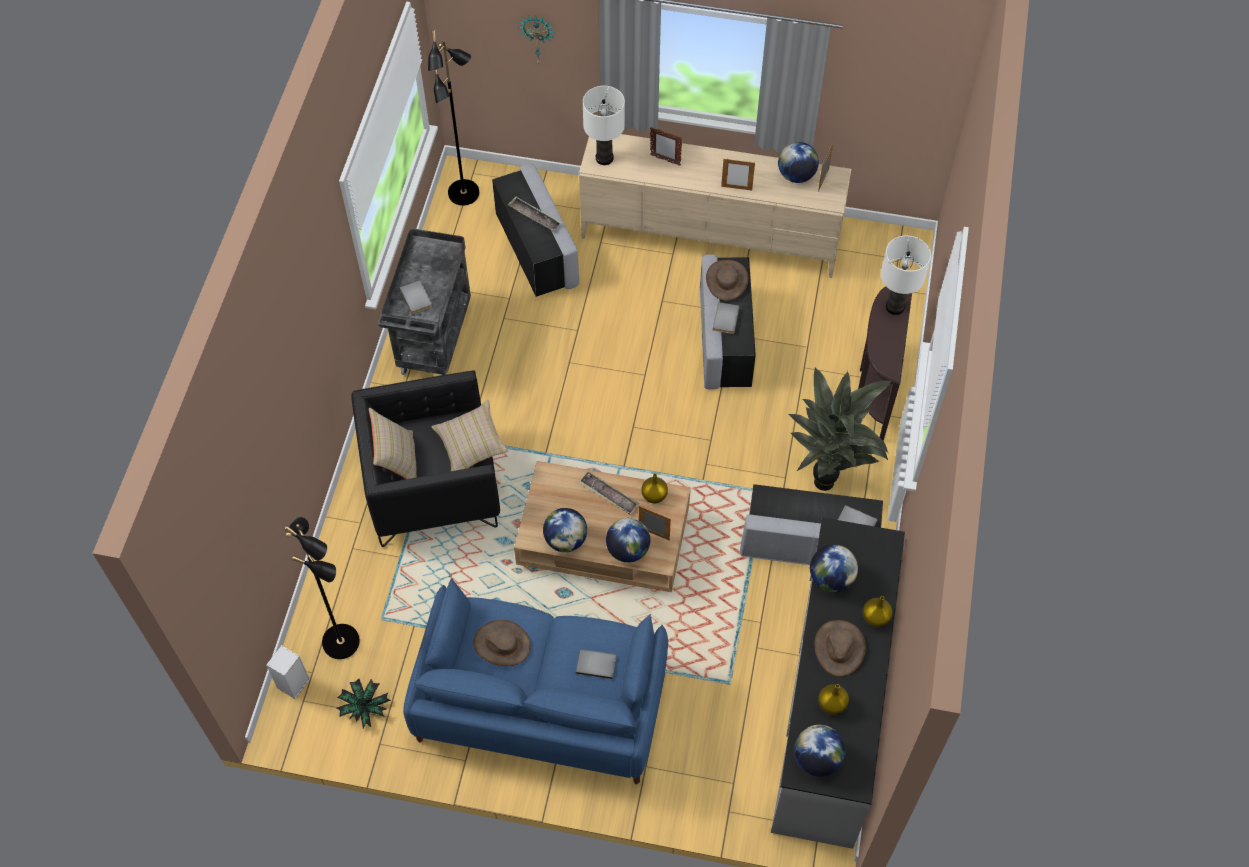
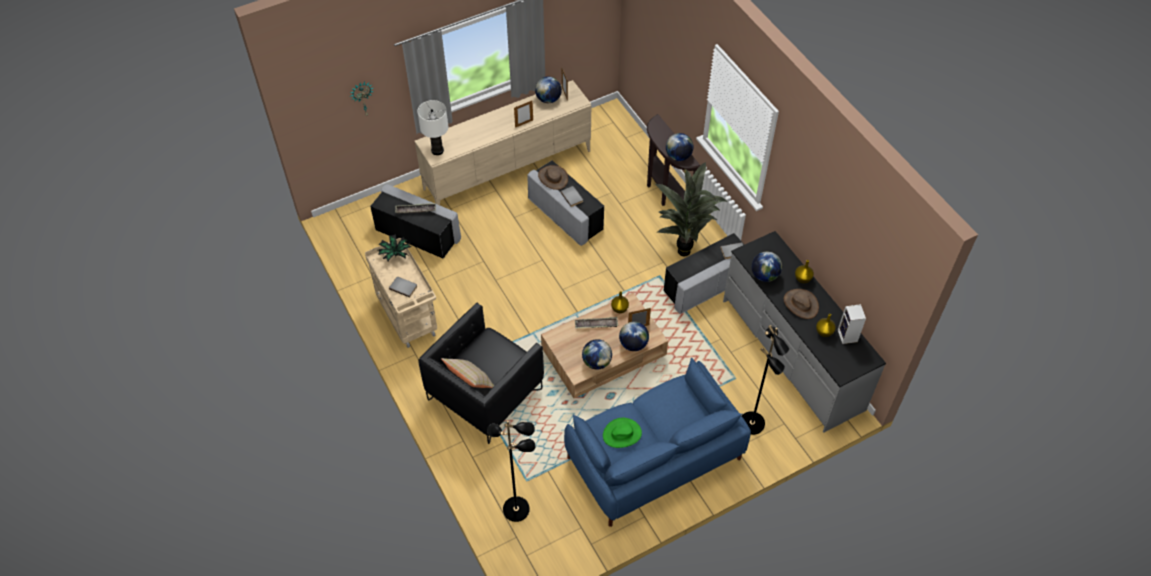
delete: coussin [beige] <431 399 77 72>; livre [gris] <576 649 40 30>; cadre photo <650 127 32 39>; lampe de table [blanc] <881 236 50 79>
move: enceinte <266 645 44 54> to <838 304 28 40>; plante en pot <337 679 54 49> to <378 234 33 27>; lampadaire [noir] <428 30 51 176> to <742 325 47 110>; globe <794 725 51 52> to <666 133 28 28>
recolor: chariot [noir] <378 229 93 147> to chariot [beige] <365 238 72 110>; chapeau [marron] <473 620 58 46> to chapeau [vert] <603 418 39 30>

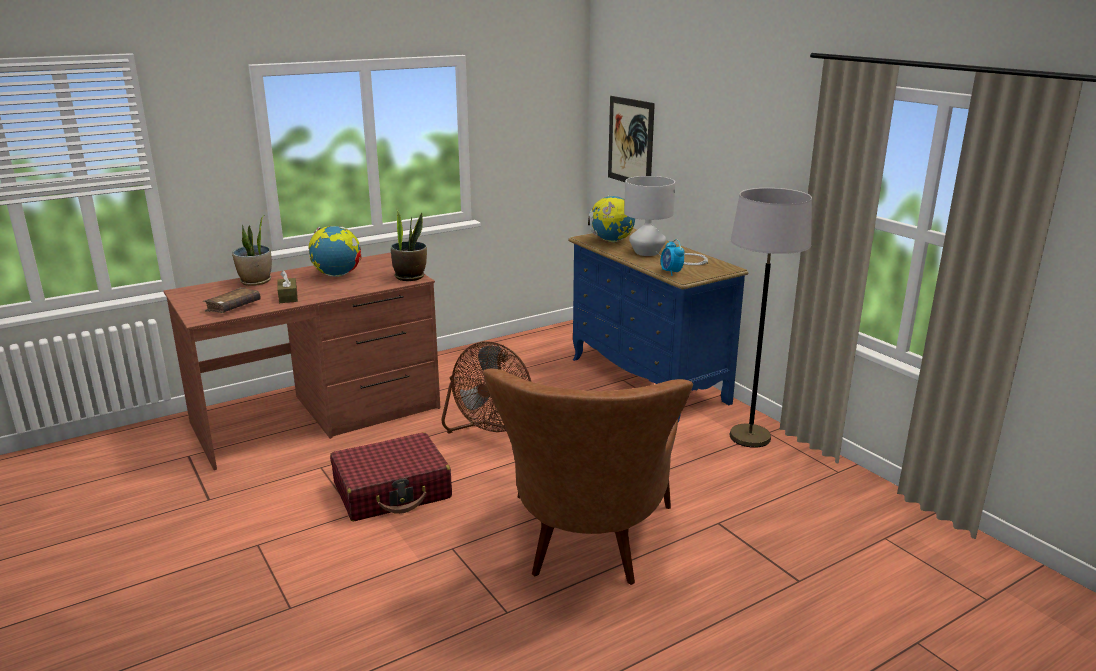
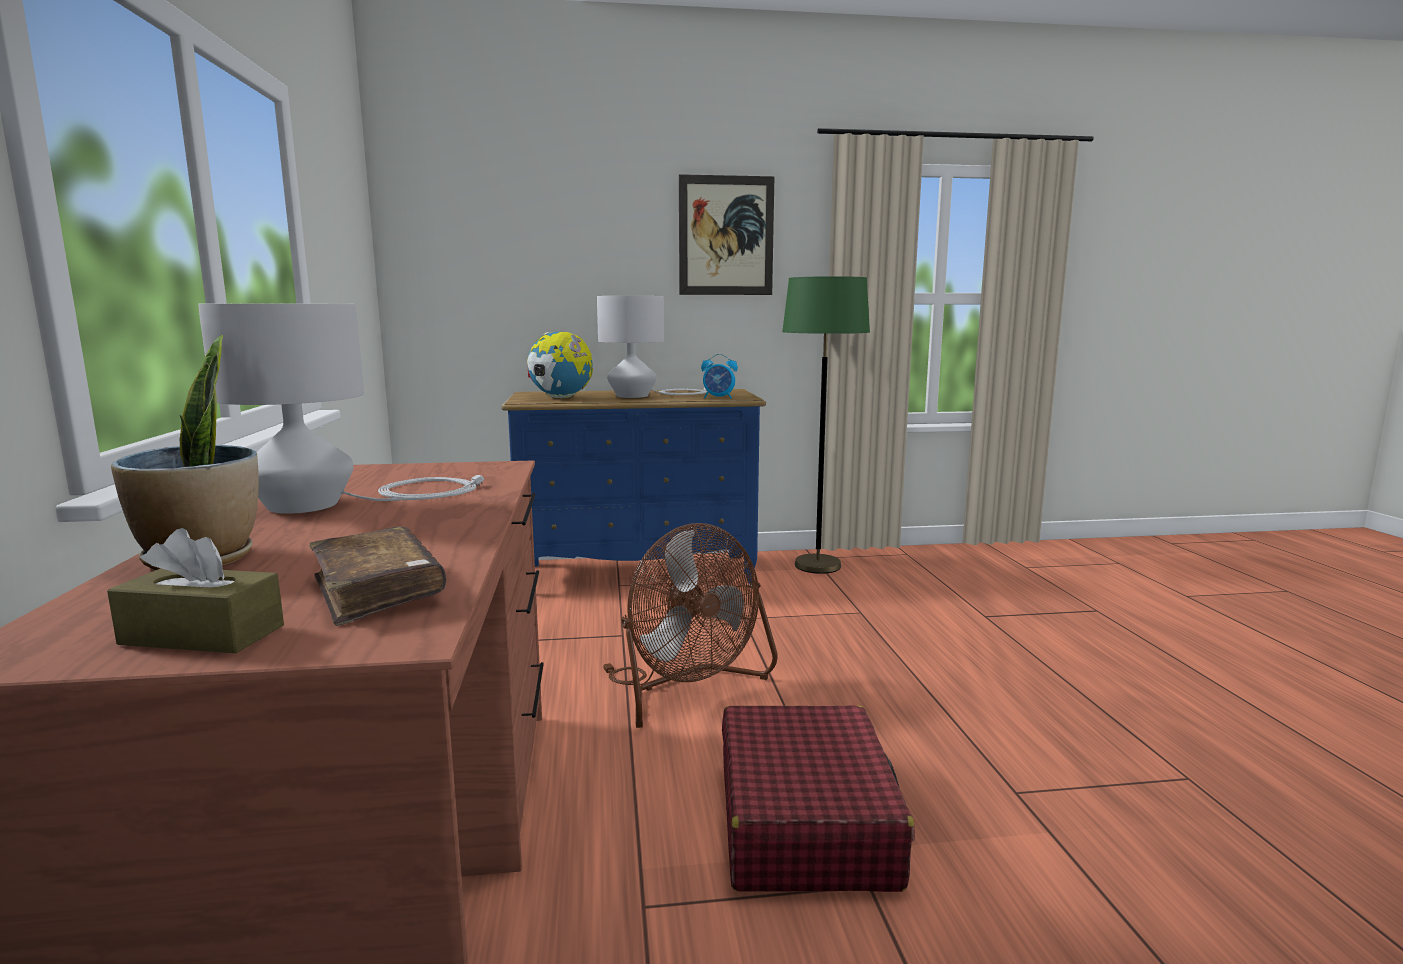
delete: plante en pot <391 210 36 71>; fauteuil [marron] <483 369 210 216>
move: boîte à mouchoirs [marron] <277 270 21 33> to <107 528 177 125>; tableau <608 96 47 86> to <679 174 96 121>
replace: globe <309 226 52 51> to lampe de table [blanc] <198 303 286 211>
recolor: lampadaire [gris] <729 188 83 260> to lampadaire [vert] <782 276 88 298>

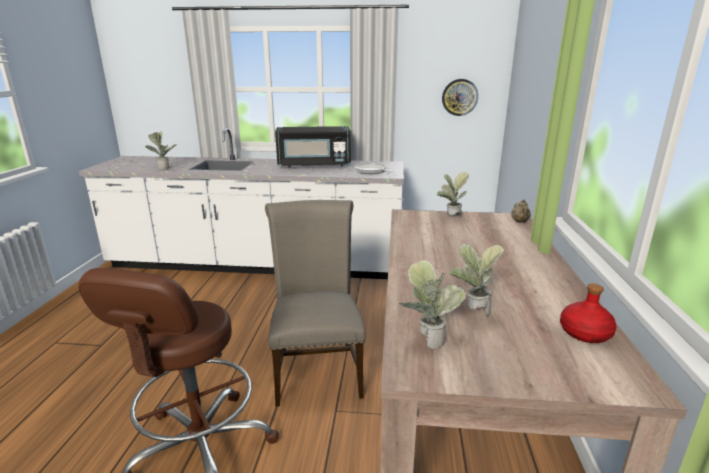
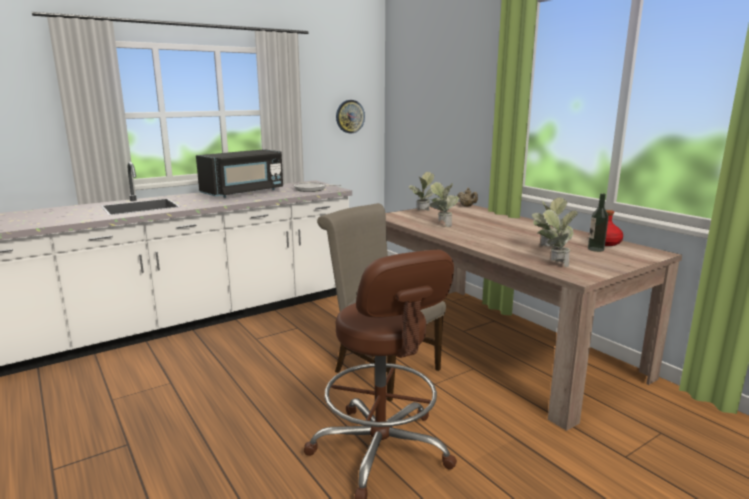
insert: bouteille <588 193 21 59>
move: plante en pot <145 131 31 39> to <430 182 29 45>

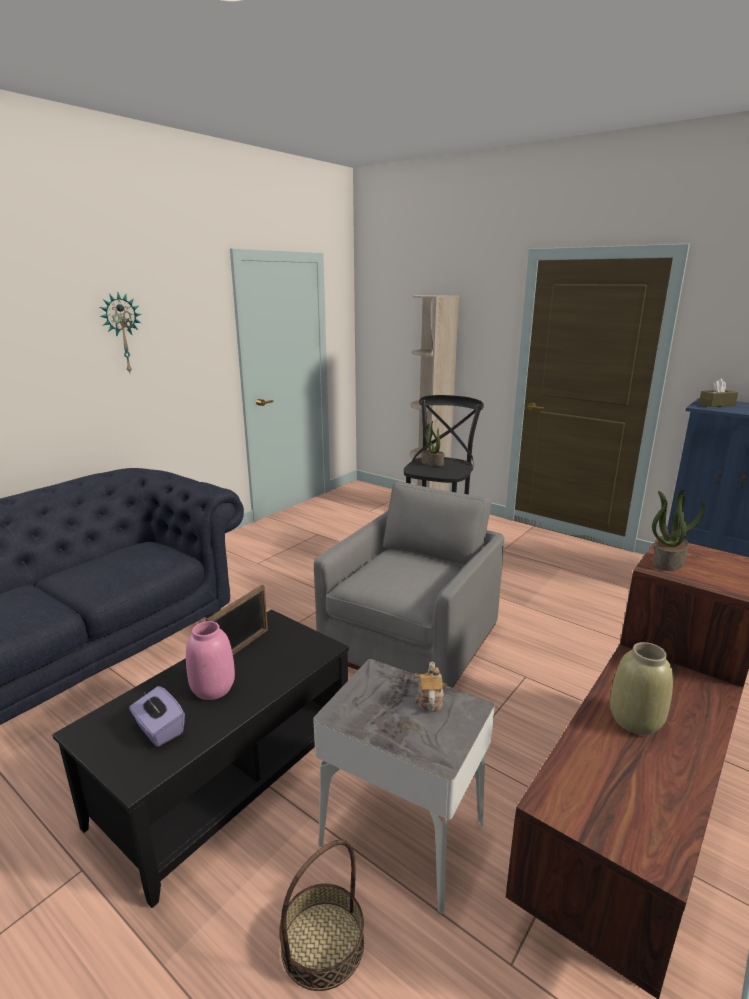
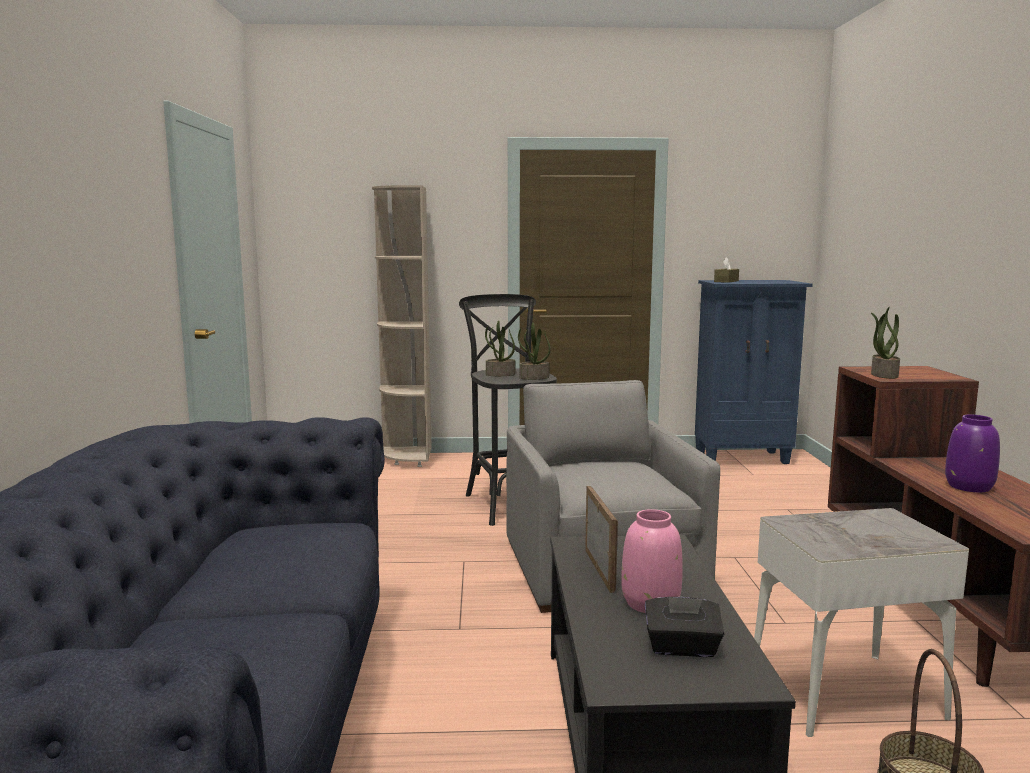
delete: horloge murale <100 293 42 80>; théière <415 661 28 51>
insert: plante en pot <518 322 33 58>
recolor: boîte à mouchoirs [violet] <129 686 56 61> to boîte à mouchoirs [noir] <645 597 79 60>; vase [beige] <610 642 63 93> to vase [violet] <945 415 55 77>

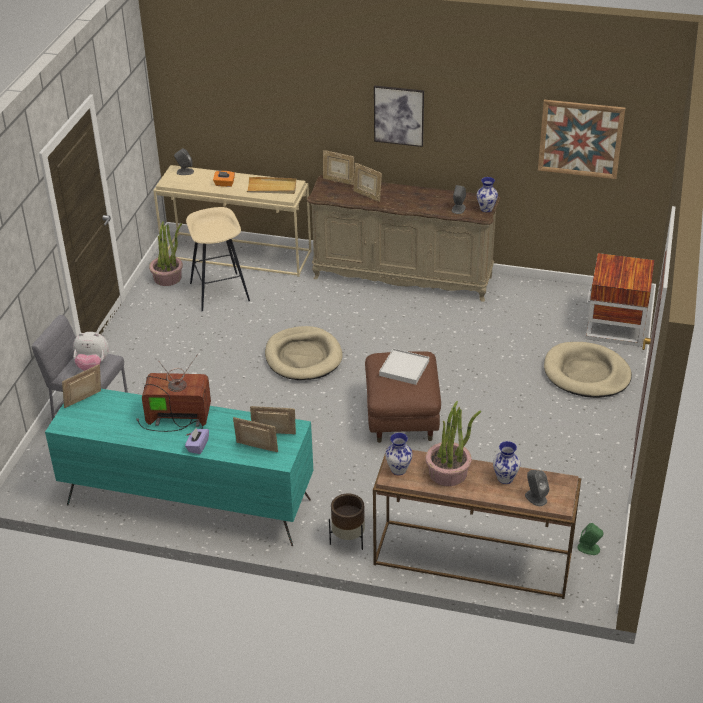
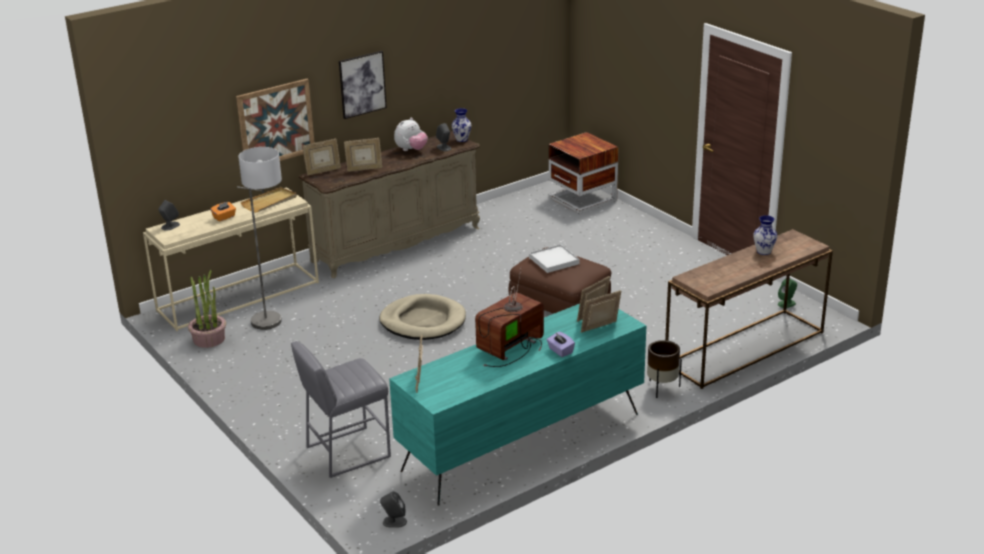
delete: vase <385 433 27 42>; plante en pot <425 401 56 85>; panier pour chien [beige] <544 342 88 56>
move: peluche <73 332 36 39> to <394 118 34 33>; enceinte [gris] <525 470 25 36> to <380 491 27 37>; tableau <538 99 87 80> to <236 79 79 82>
replace: tabouret [beige] <186 207 64 104> to lampadaire [gris] <237 147 45 183>

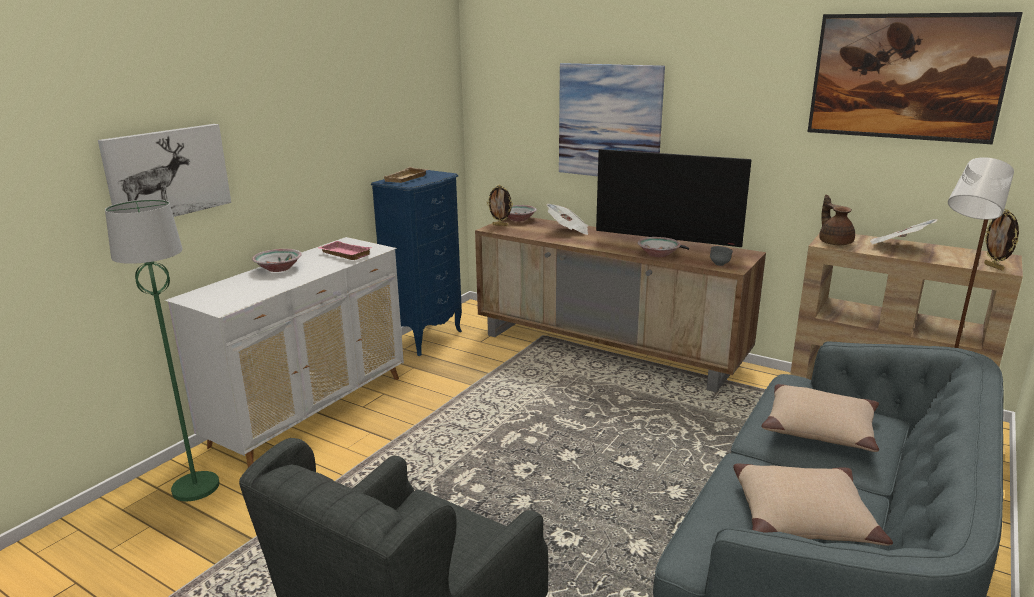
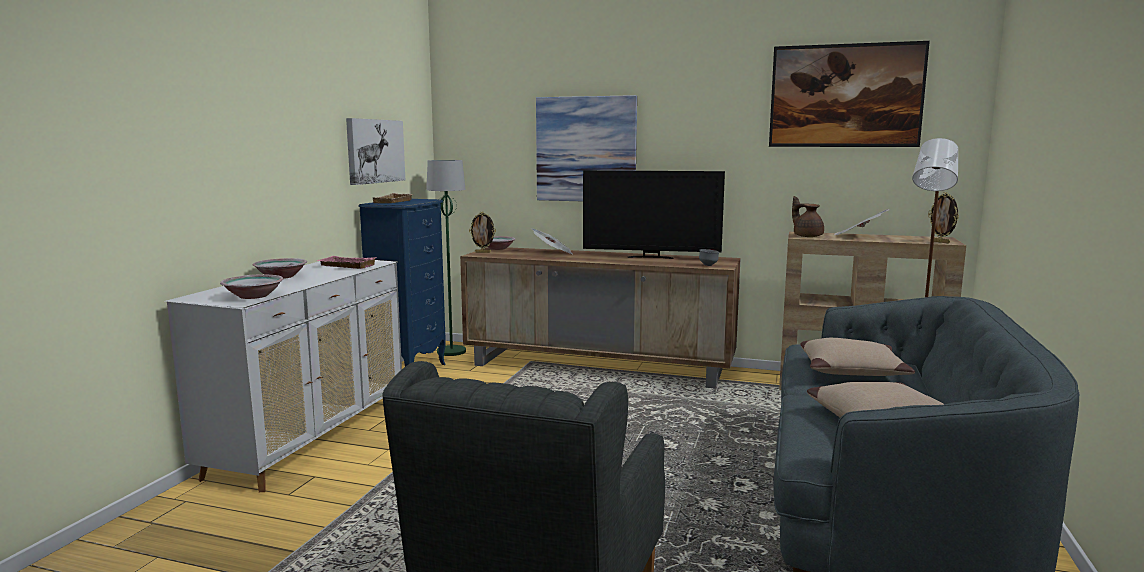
move: tableau <98 124 133 93> to <346 118 59 67>; lampadaire [vert] <105 199 114 302> to <426 160 40 196>; bol <638 237 43 20> to <220 275 64 24>

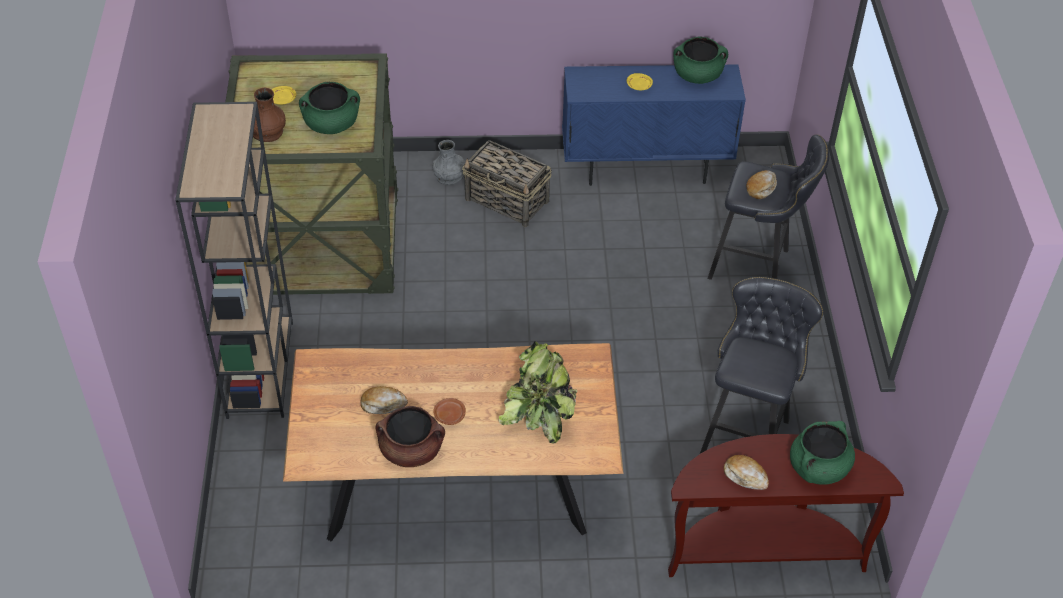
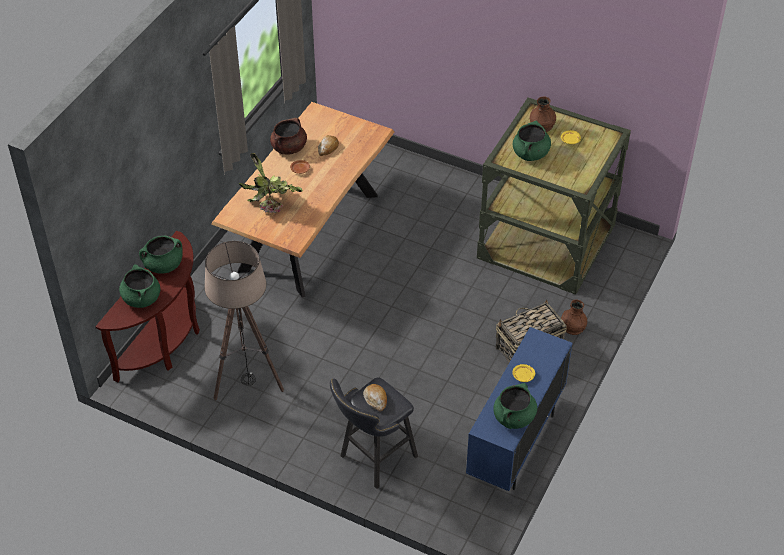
delete: bibliothèque <175 102 118 317>
replace: tabouret [noir] <700 277 124 177> to lampadaire <204 241 80 160>; pain <723 455 46 35> to marmite [vert] <139 236 44 38>
recolor: vase [gris] <433 140 32 45> to vase [marron] <561 299 26 36>

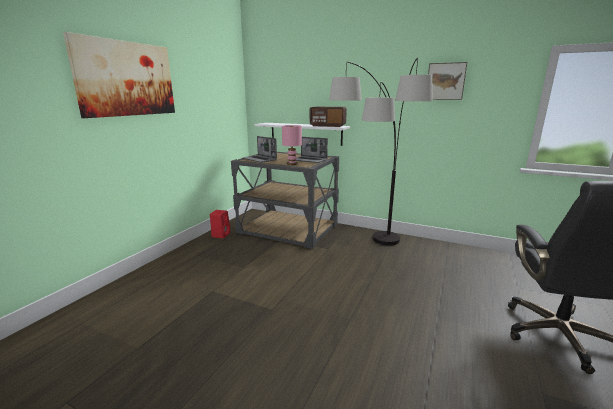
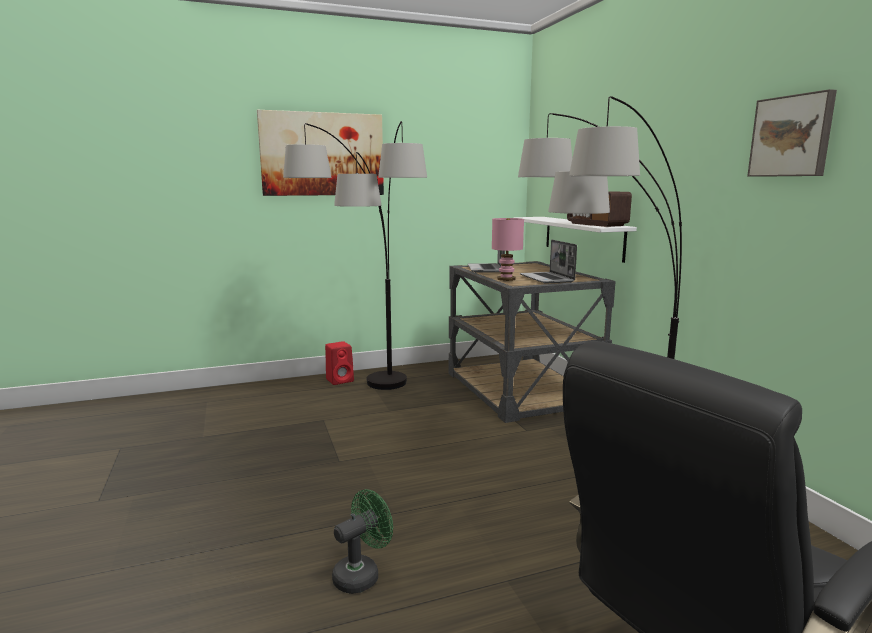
insert: lampadaire <283 121 144 269>; ventilateur [vert] <332 489 61 105>
move: enceinte [rouge] <210 210 20 28> to <325 341 29 44>

